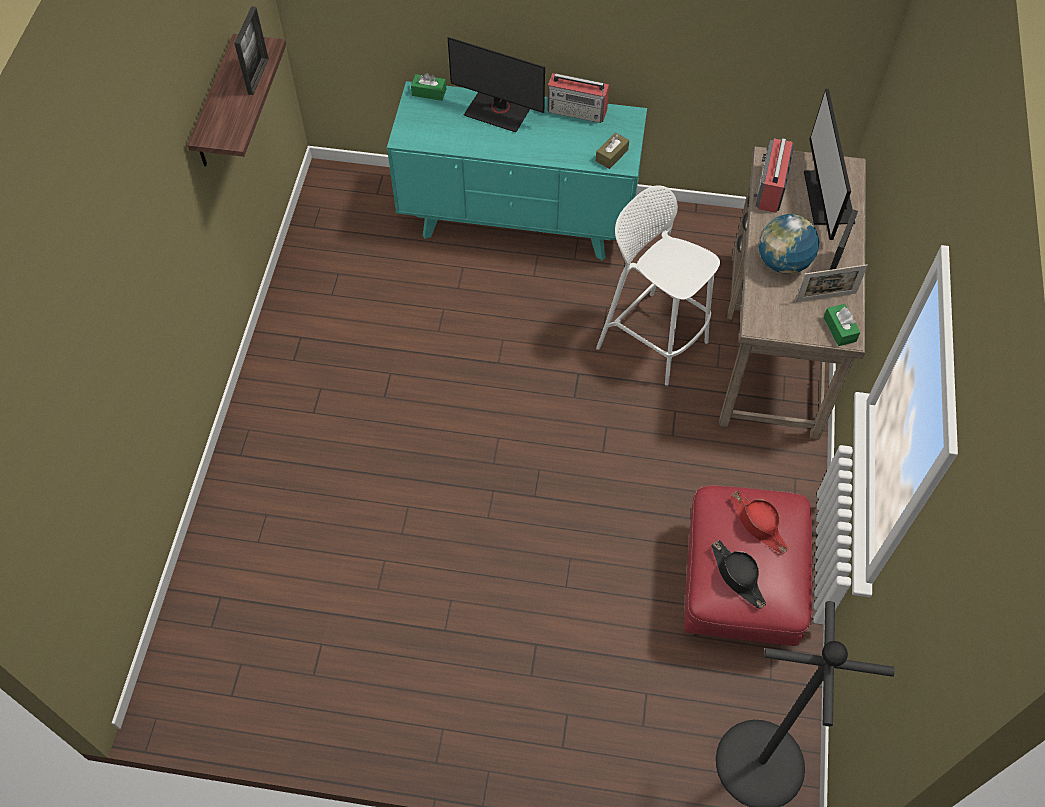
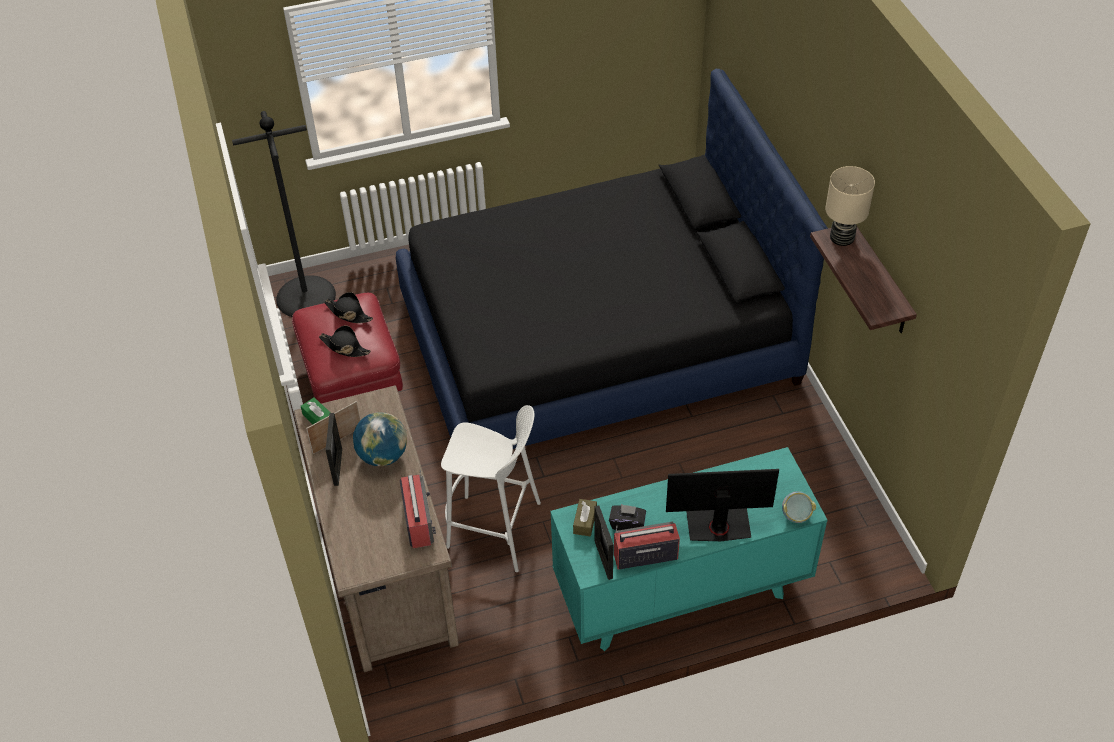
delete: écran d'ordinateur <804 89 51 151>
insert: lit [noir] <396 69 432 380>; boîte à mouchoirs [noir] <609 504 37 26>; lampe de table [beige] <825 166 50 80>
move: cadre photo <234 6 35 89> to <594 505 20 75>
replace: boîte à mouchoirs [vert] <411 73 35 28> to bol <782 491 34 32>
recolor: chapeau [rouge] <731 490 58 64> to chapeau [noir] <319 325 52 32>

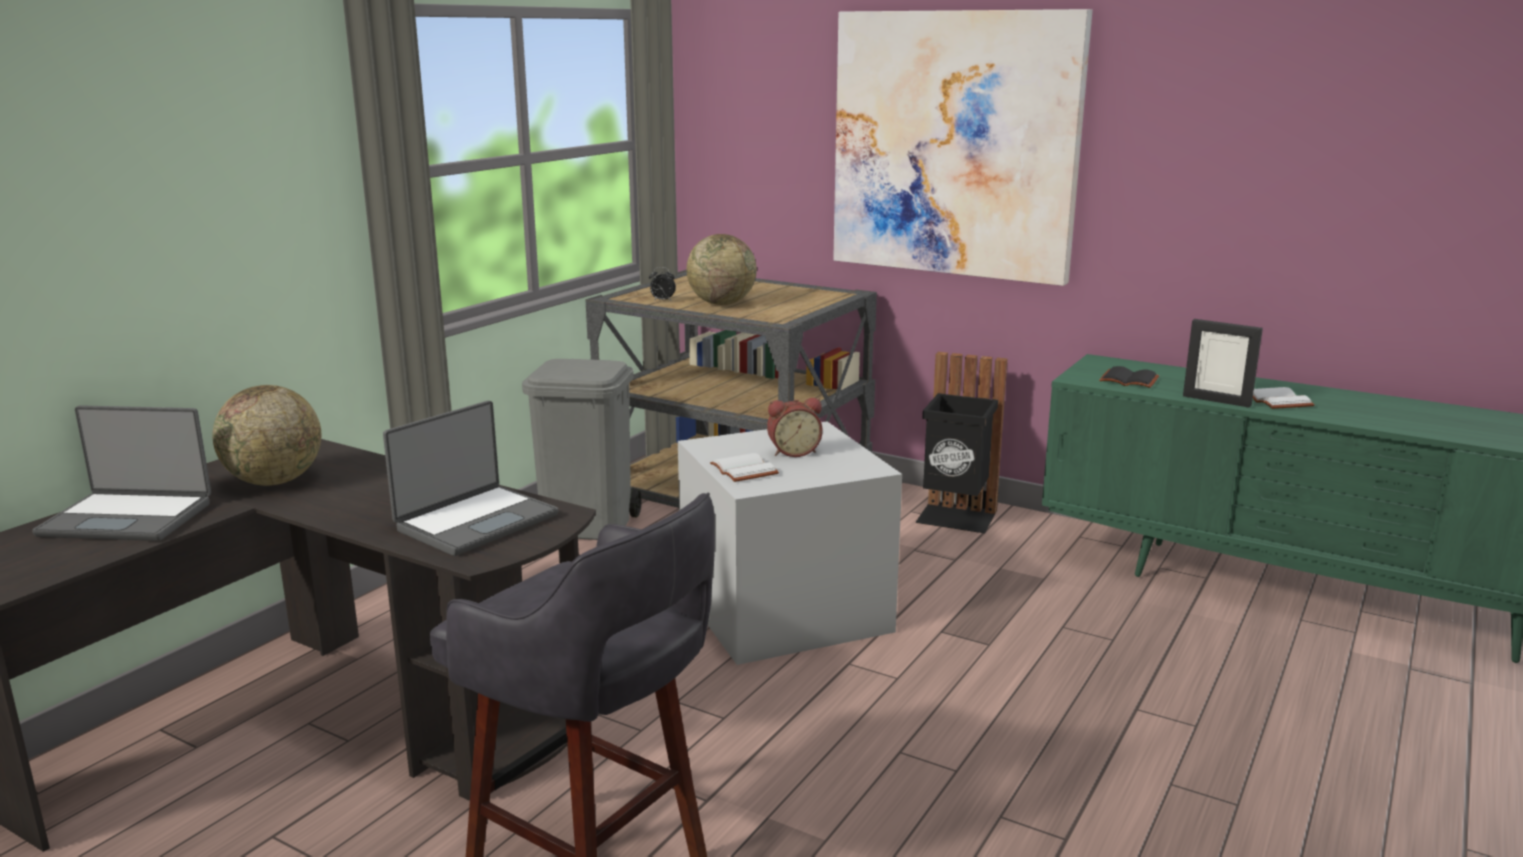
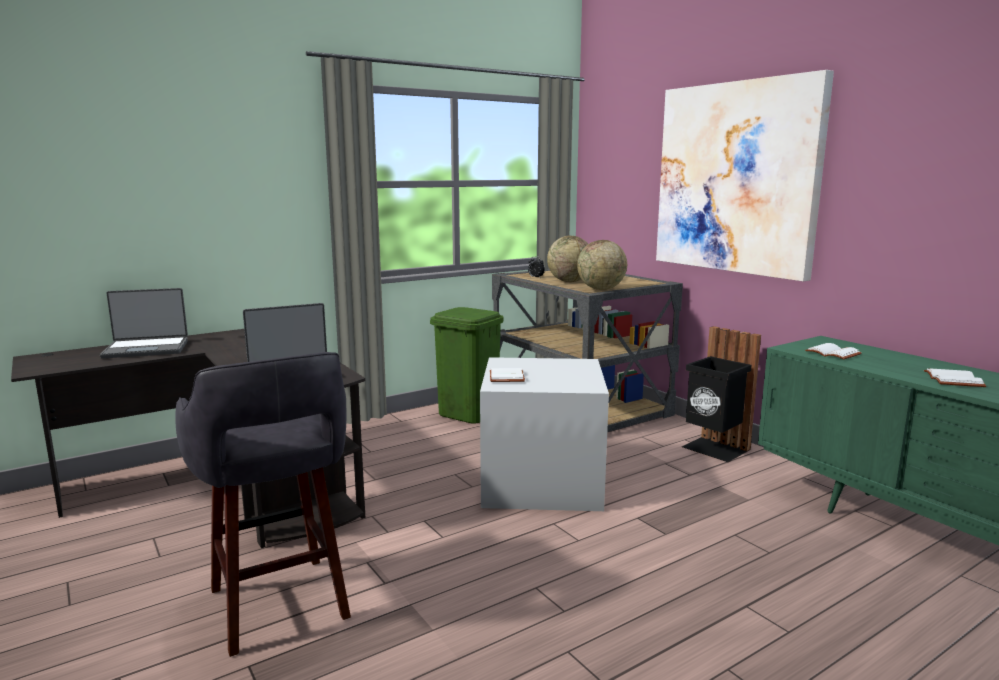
delete: réveil <767 398 56 59>; cadre photo <1183 319 80 89>
move: globe <212 385 109 101> to <577 240 50 50>
recolor: poubelle [gris] <522 359 120 181> to poubelle [vert] <430 307 73 117>; livre [noir] <1099 366 60 22> to livre [blanc] <805 343 57 17>
rotate: ordinateur portable <32 405 179 136> = <100 288 88 71> 45 degrees counterclockwise

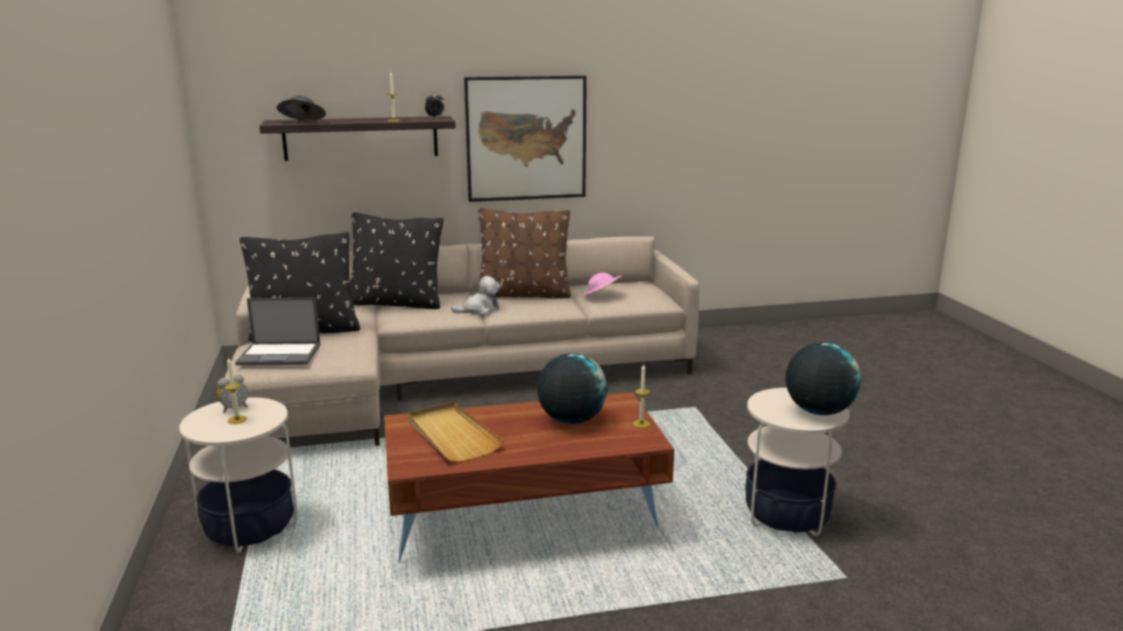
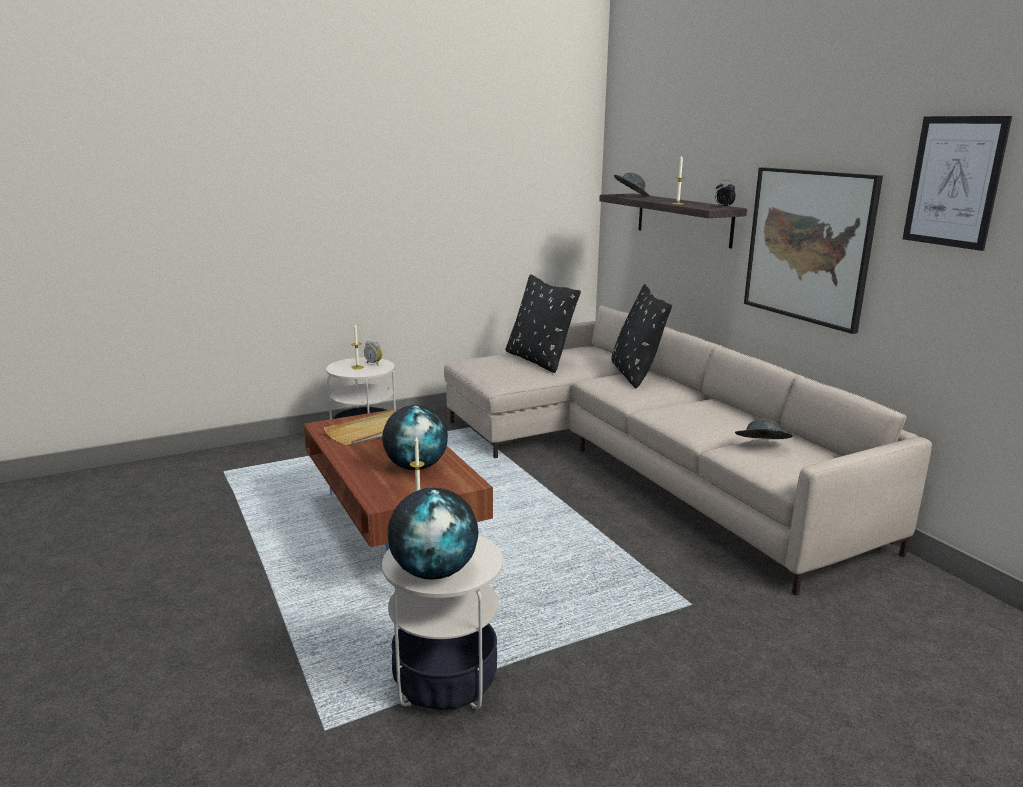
delete: ordinateur portable <235 298 85 68>; peluche <451 276 50 39>; coussin [marron] <478 208 93 90>
insert: tableau <903 116 109 135>
recolor: chapeau [rose] <582 273 40 23> to chapeau [gris] <735 418 58 21>

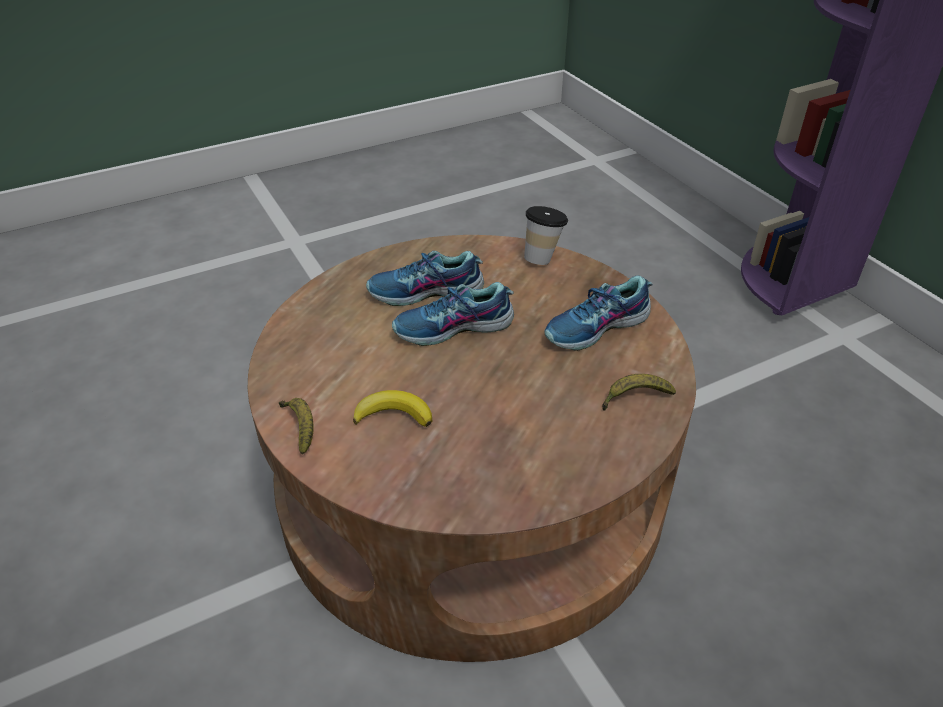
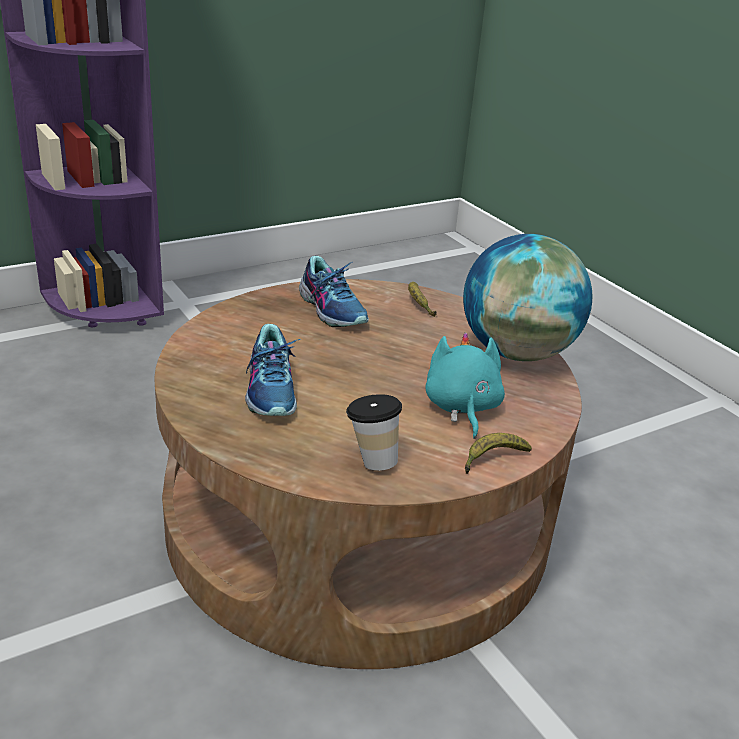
delete: chaussure <392 282 122 64>
insert: globe <463 234 129 127>
move: tasse <524 206 44 59> to <346 394 56 77>
replace: banane <353 390 79 37> to peluche [turquoise] <425 332 80 107>

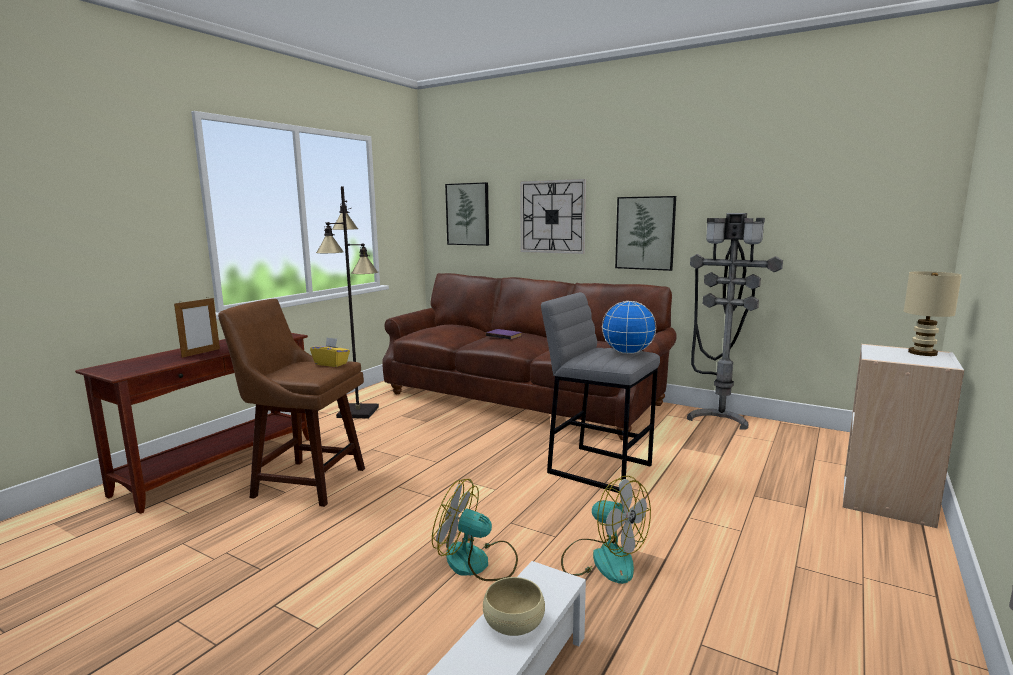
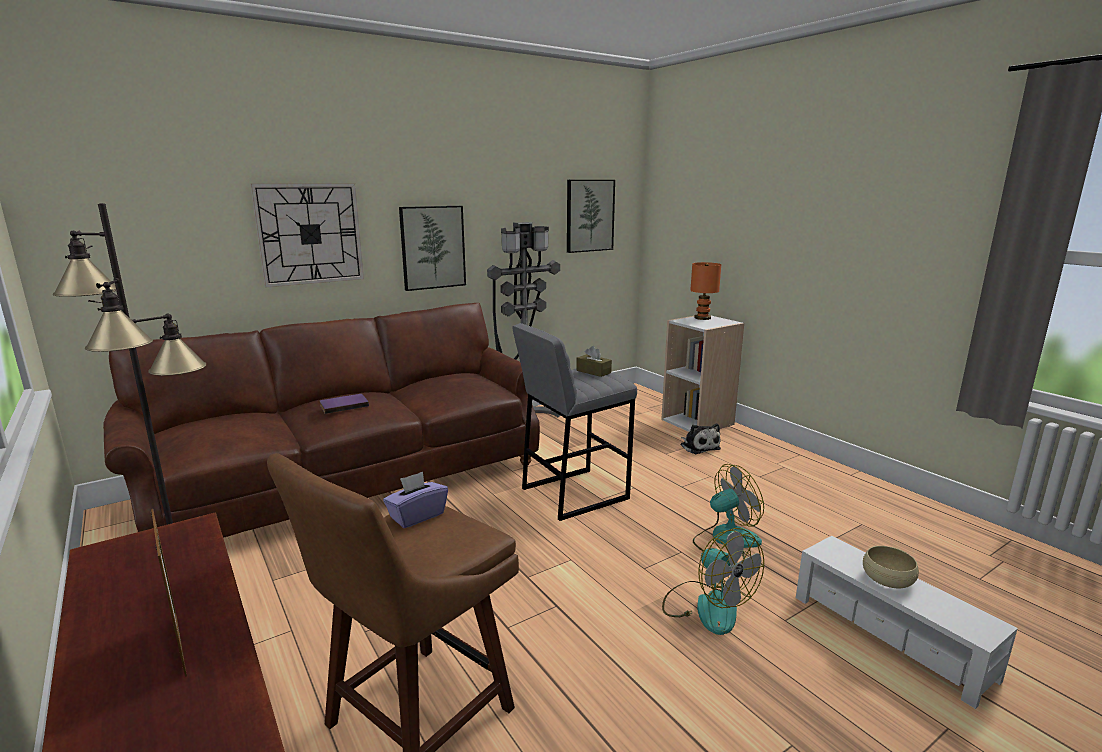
insert: peluche <680 423 41 31>
move: tableau <445 182 44 64> to <567 180 48 73>
replace: globe <602 301 54 53> to boîte à mouchoirs [marron] <576 346 36 31>
recolor: boîte à mouchoirs [jaune] <310 337 40 30> to boîte à mouchoirs [violet] <383 472 65 56>; lampe de table [beige] <904 271 58 85> to lampe de table [orange] <690 262 31 58>
rotate: ventilateur <432 479 86 102> = <662 528 102 107> 75 degrees counterclockwise

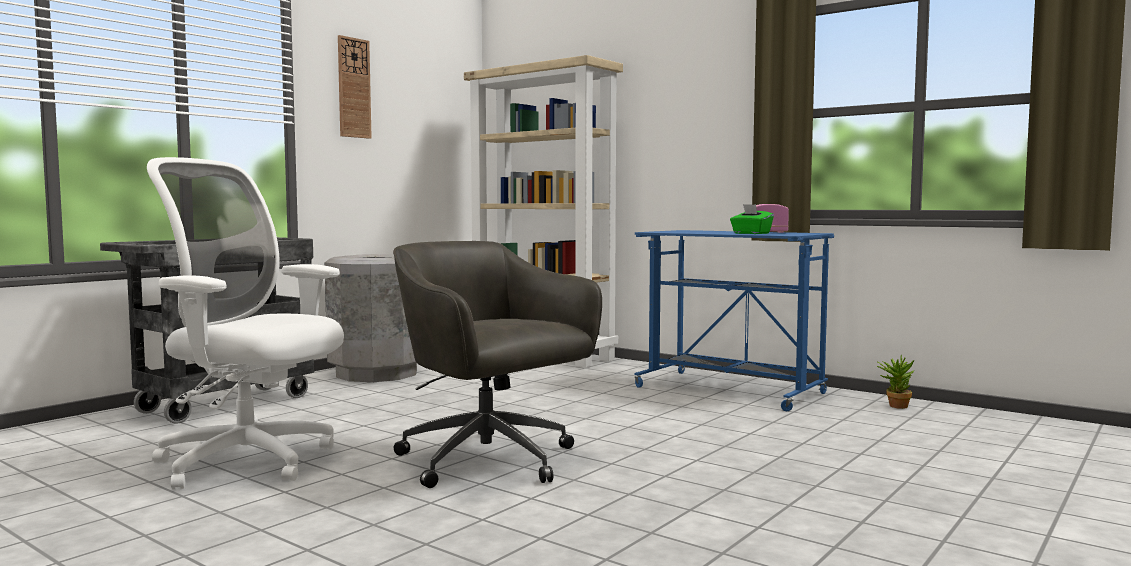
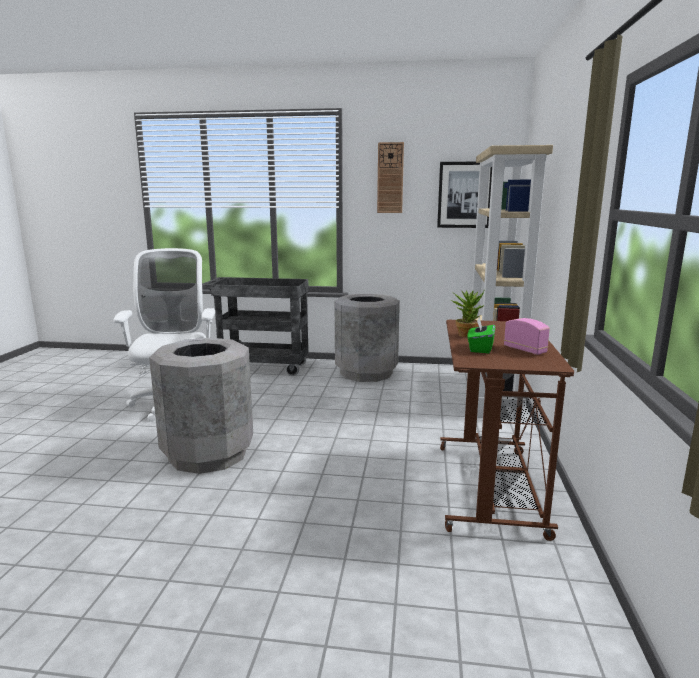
insert: tableau <437 162 55 66>
move: plante en pot <877 355 37 54> to <451 289 34 48>
replace: chaise de bureau [gris] <393 241 209 247> to poubelle [gris] <149 338 104 136>
recolor: bureau [bleu] <635 230 199 181> to bureau [marron] <440 320 134 221>

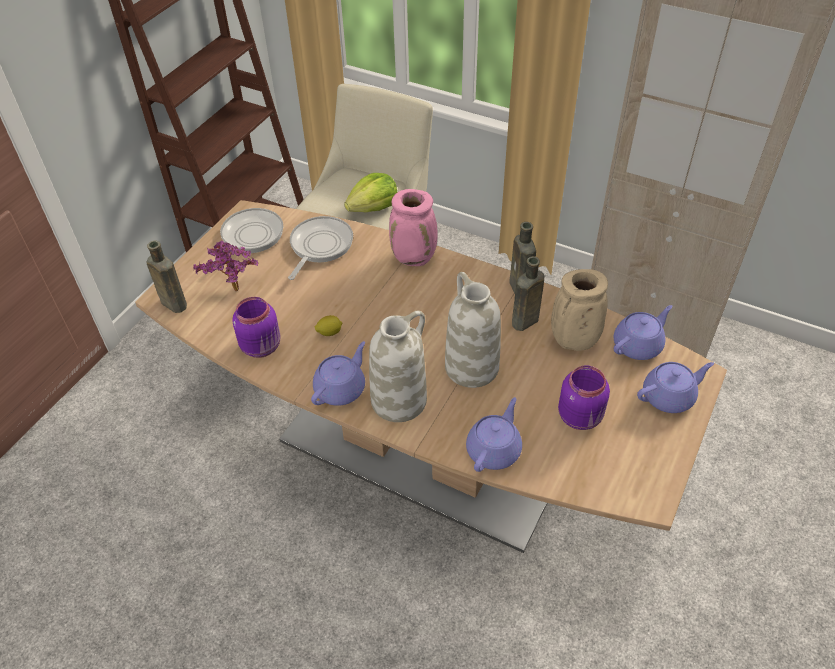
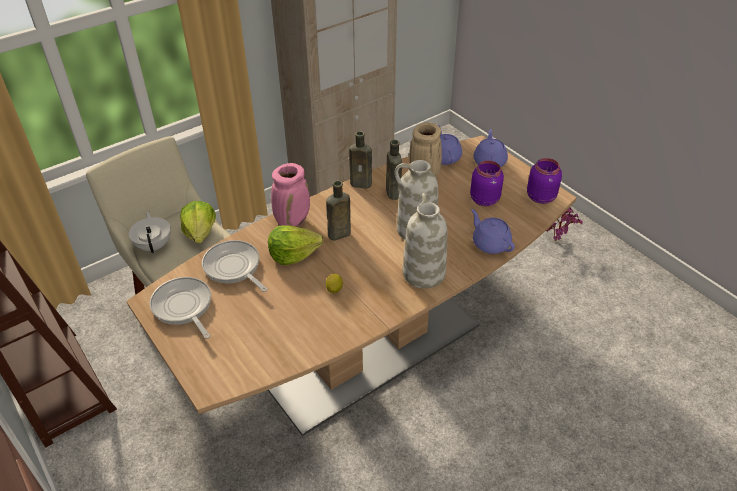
delete: théière [violet] <311 341 54 65>
insert: théière [blanc] <129 211 42 42>; laitue <268 225 56 40>
move: bouteille [marron] <147 240 40 73> to <326 180 25 61>; plante en pot <193 240 65 51> to <546 208 37 33>; bocal [violet] <232 297 49 61> to <527 158 35 46>

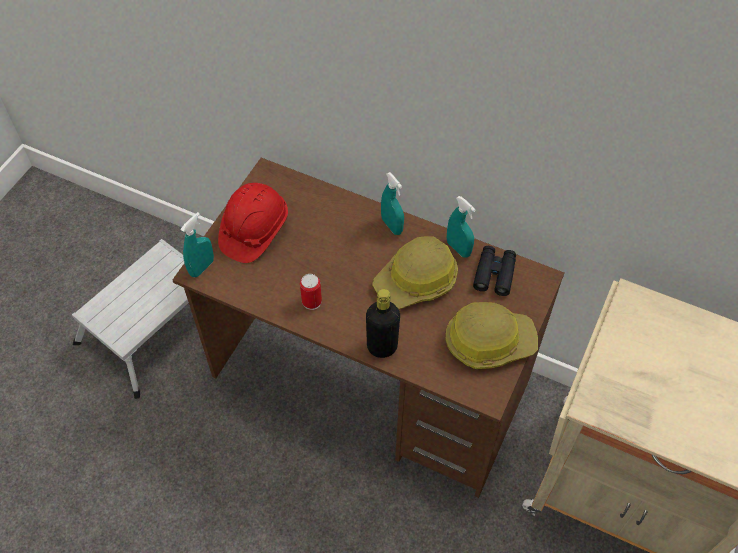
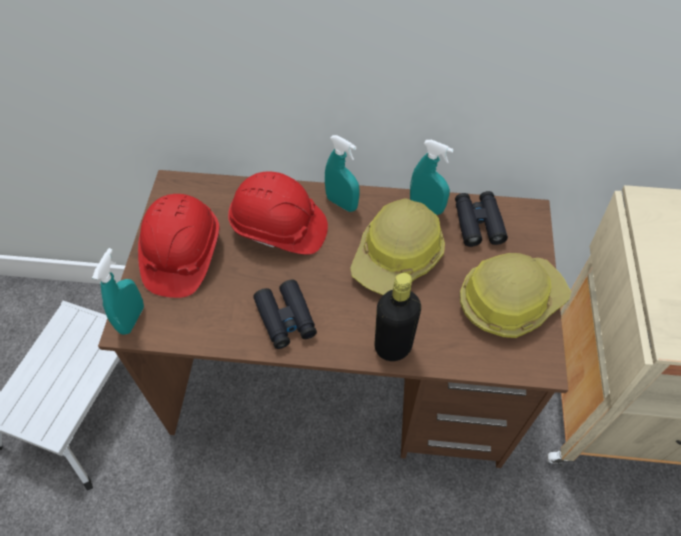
insert: casque de chantier [rouge] <228 172 100 83>
replace: boîte métallique <300 274 22 36> to jumelles [noir] <253 280 64 69>

